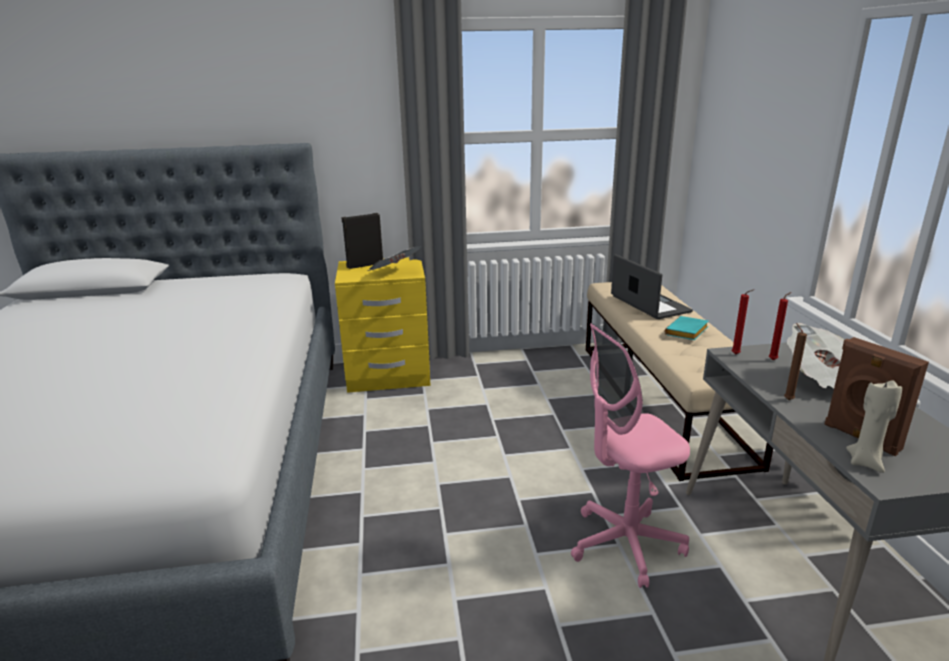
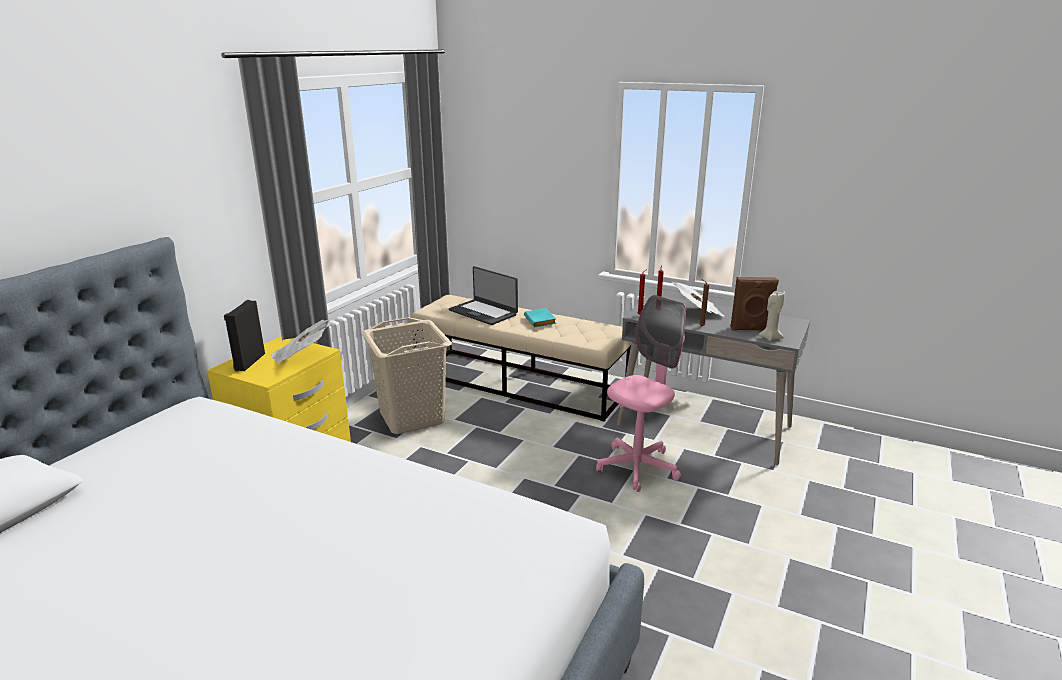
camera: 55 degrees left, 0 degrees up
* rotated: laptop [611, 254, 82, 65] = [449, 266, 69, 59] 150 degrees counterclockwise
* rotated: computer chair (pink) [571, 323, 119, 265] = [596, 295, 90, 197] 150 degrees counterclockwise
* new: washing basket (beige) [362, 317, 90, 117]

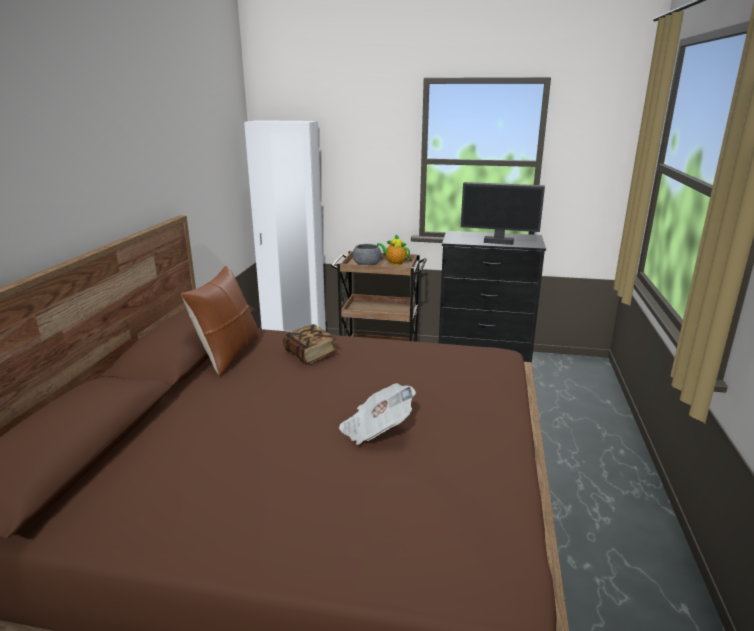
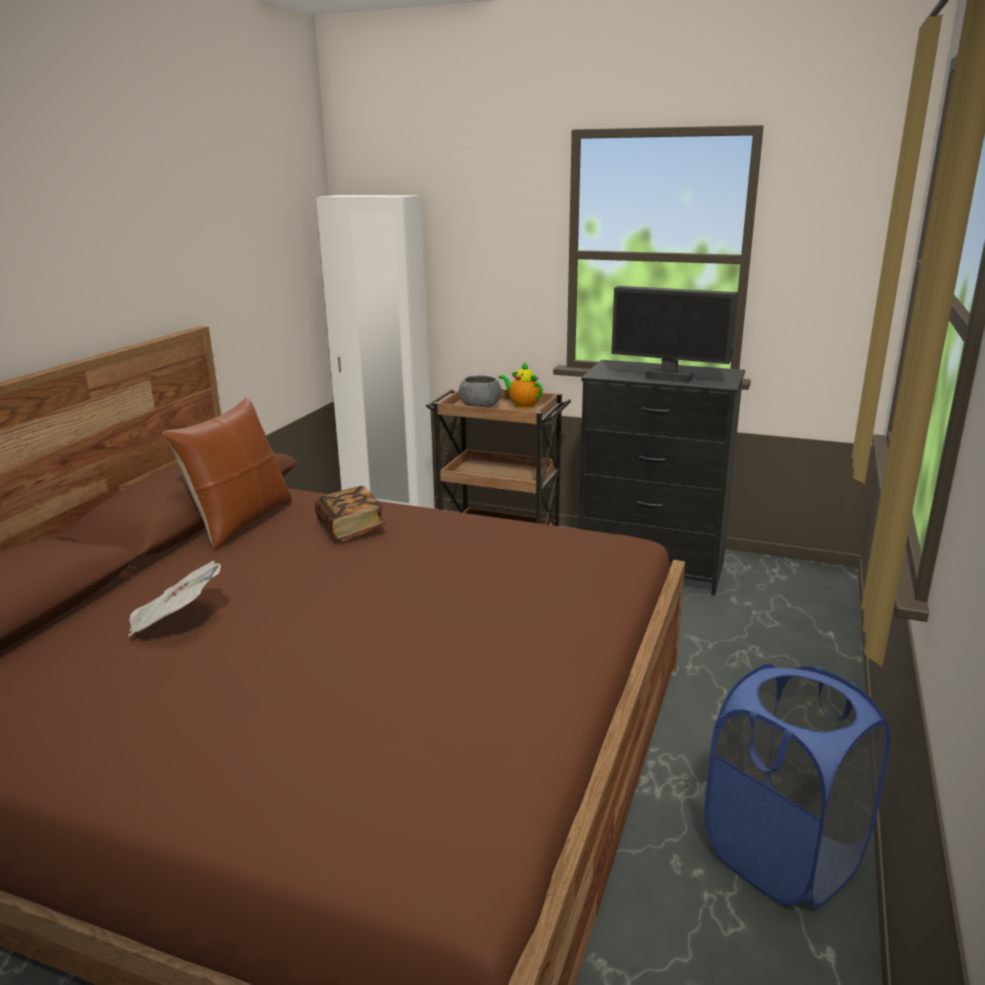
camera: 10 degrees right, 0 degrees up
* shifted: printed paper [339, 383, 77, 62] to [128, 560, 93, 77]
* new: washing basket (blue) [705, 663, 185, 246]

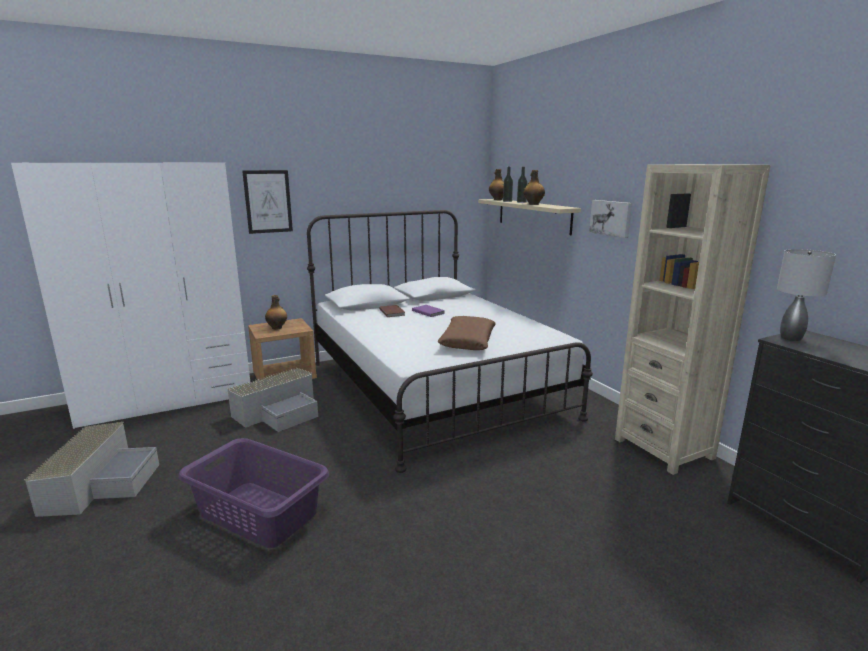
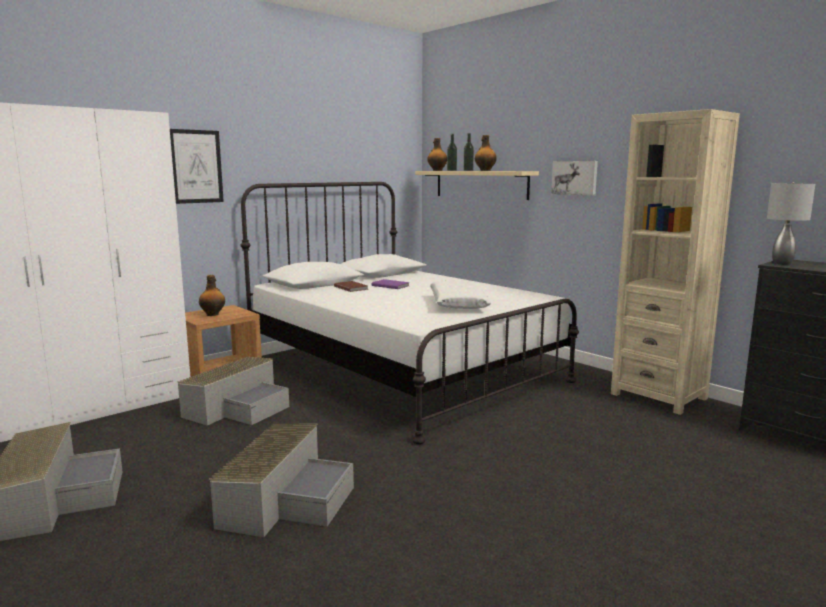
camera: 15 degrees left, 5 degrees down
* repainted: throw pillow (brown-coloured) [437, 316, 59, 34] to throw pillow (white-coloured) [430, 281, 61, 28]
* swapped: washing basket (purple-coloured) [178, 438, 151, 110] to storage bin (grey) [209, 424, 145, 113]

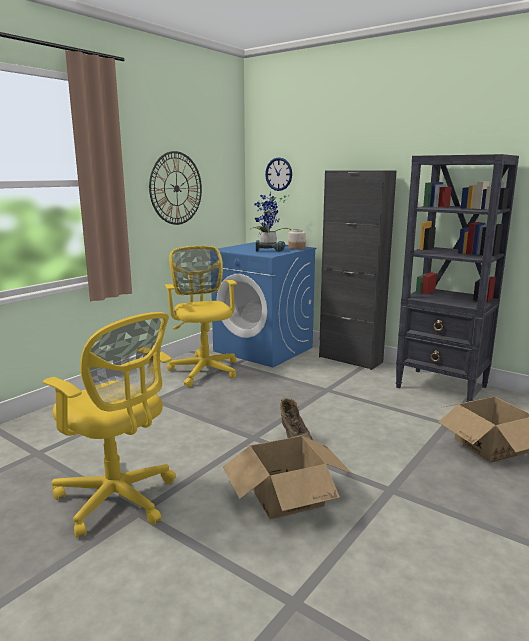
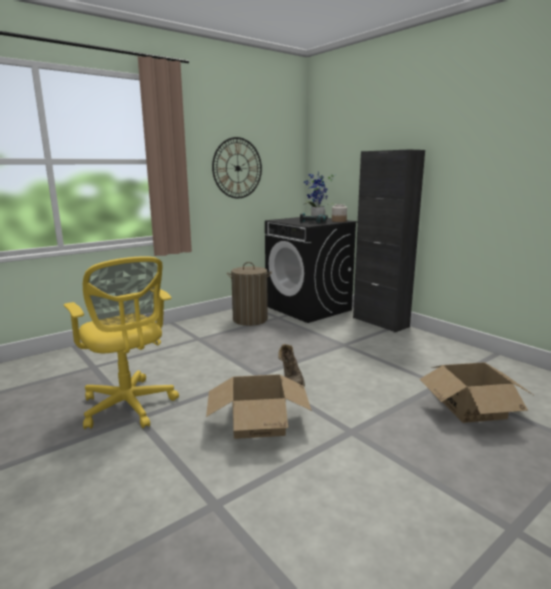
camera: 15 degrees right, 0 degrees up
* gone: shelving unit (blackish) [396, 154, 123, 248]
* gone: wall clock [265, 157, 27, 34]
* repainted: laundry appliance (blue) [211, 242, 106, 126] to laundry appliance (blackish) [265, 217, 93, 106]
* swapped: computer chair (yellowish) [164, 246, 74, 141] to washing basket [227, 262, 45, 64]

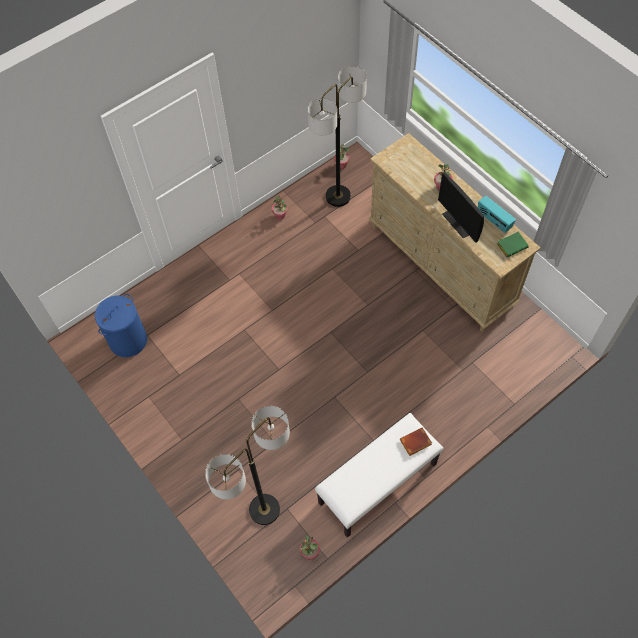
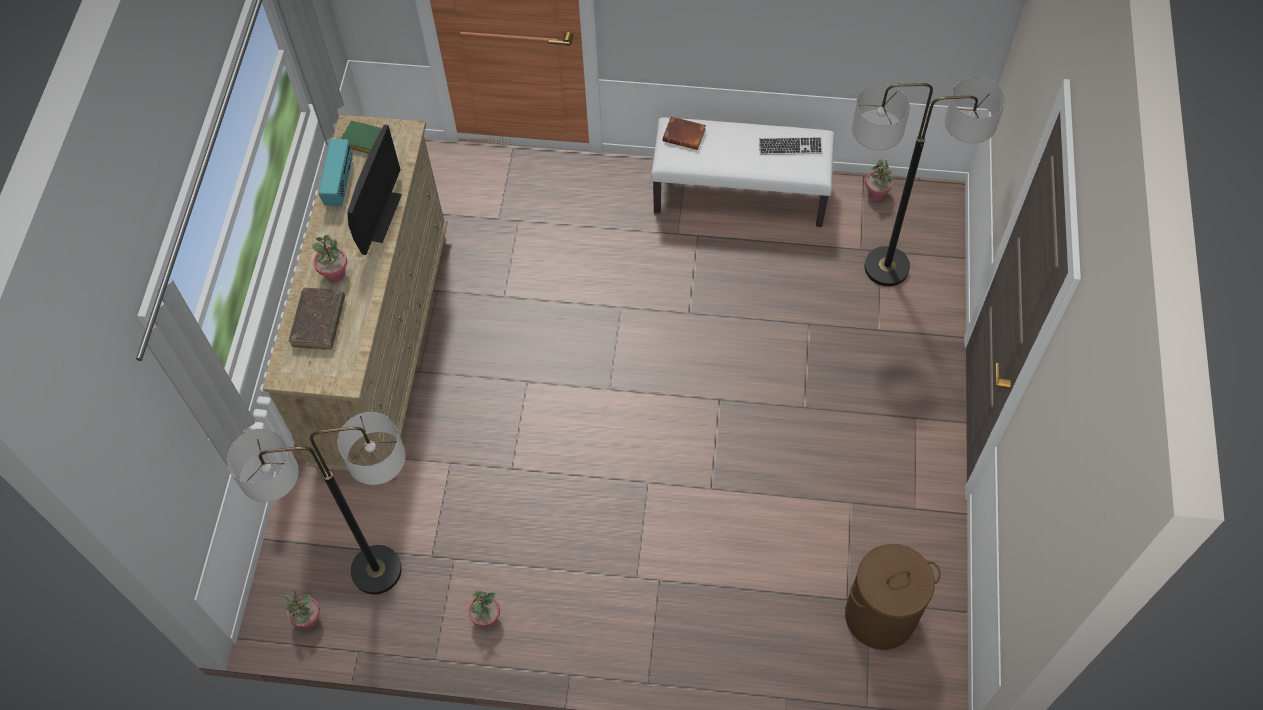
camera: 135 degrees left, 0 degrees up
* repainted: washing basket (blue) [95, 294, 52, 63] to washing basket (brown-coloured) [845, 544, 96, 106]
* new: computer keyboard [759, 137, 64, 18]
* new: volume (brown-coloured) [289, 288, 56, 62]

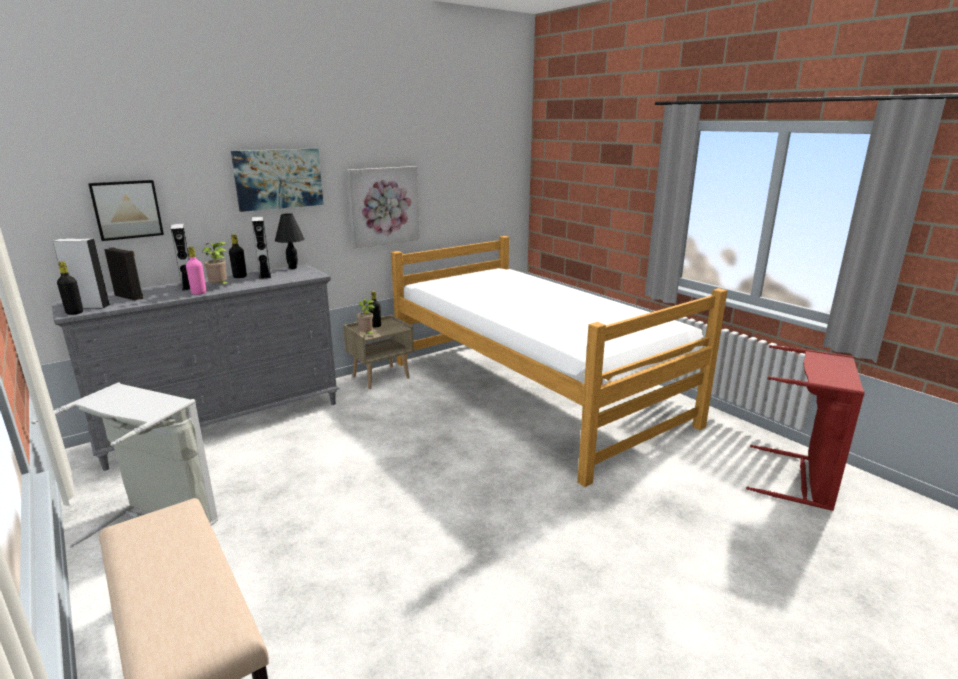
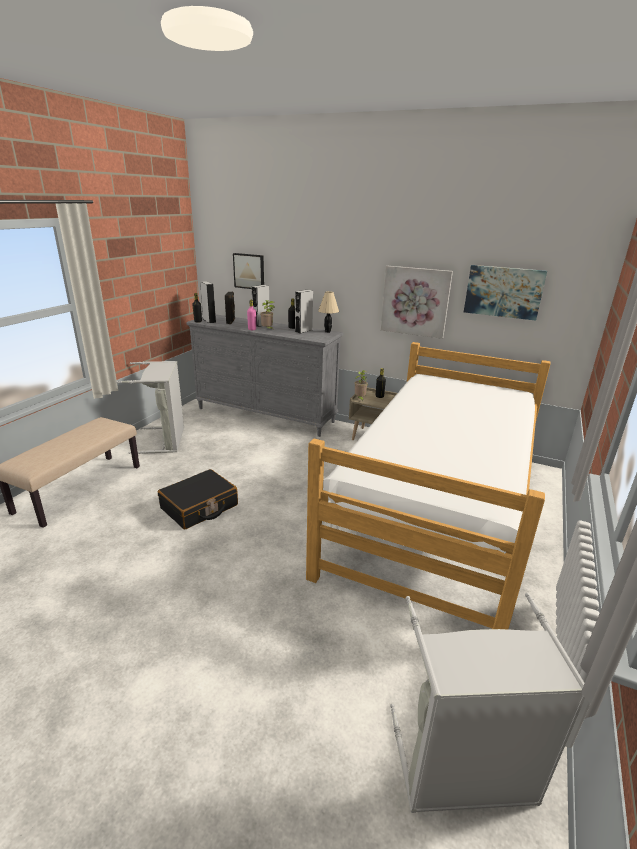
camera: 60 degrees right, 5 degrees up
* shifted: picture [231, 148, 93, 64] to [464, 265, 83, 56]
* repainted: tabletop lamp (blackish) [275, 213, 30, 56] to tabletop lamp (beige) [318, 291, 21, 42]
* repainted: washing basket (reddish) [746, 345, 119, 166] to washing basket (grey) [390, 593, 195, 220]
* new: suitcase (blackish) [158, 469, 80, 60]

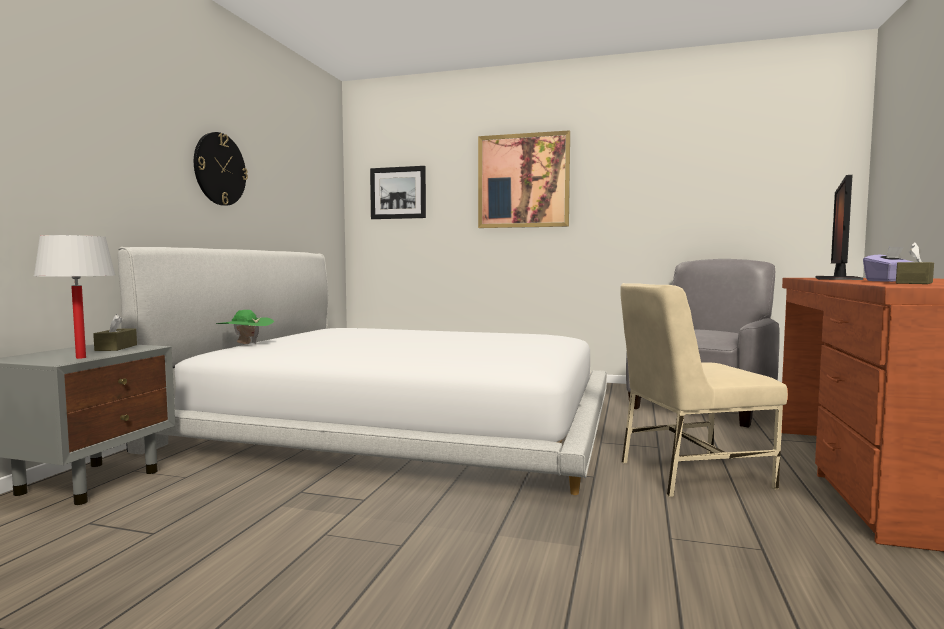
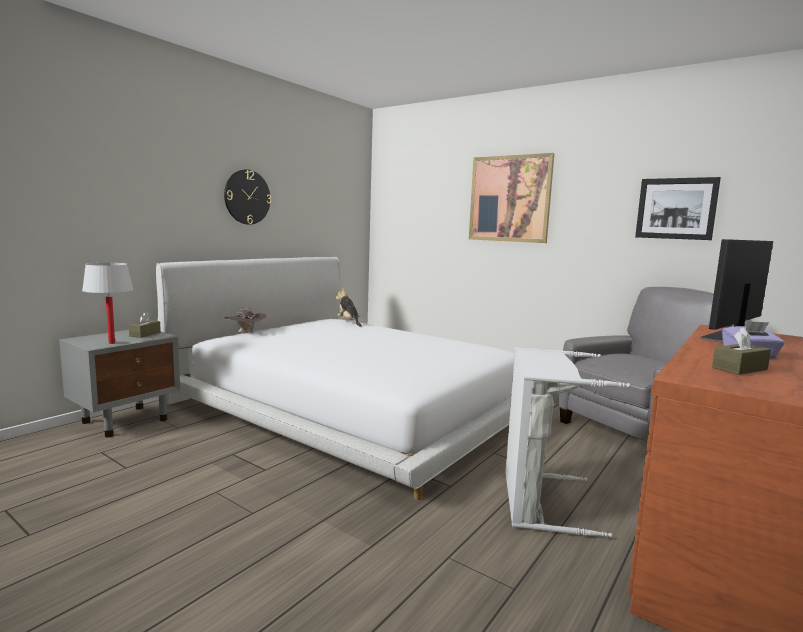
camera: 20 degrees right, 5 degrees up
* shifted: picture [370, 166, 56, 53] to [635, 177, 86, 63]
* swapped: upright chair (beige) [620, 283, 168, 214] to washing basket (grey) [505, 348, 126, 189]
* repainted: clothing hat (green) [216, 310, 58, 34] to clothing hat (brown-coloured) [224, 308, 42, 26]
* new: cuddly toy [336, 289, 26, 38]

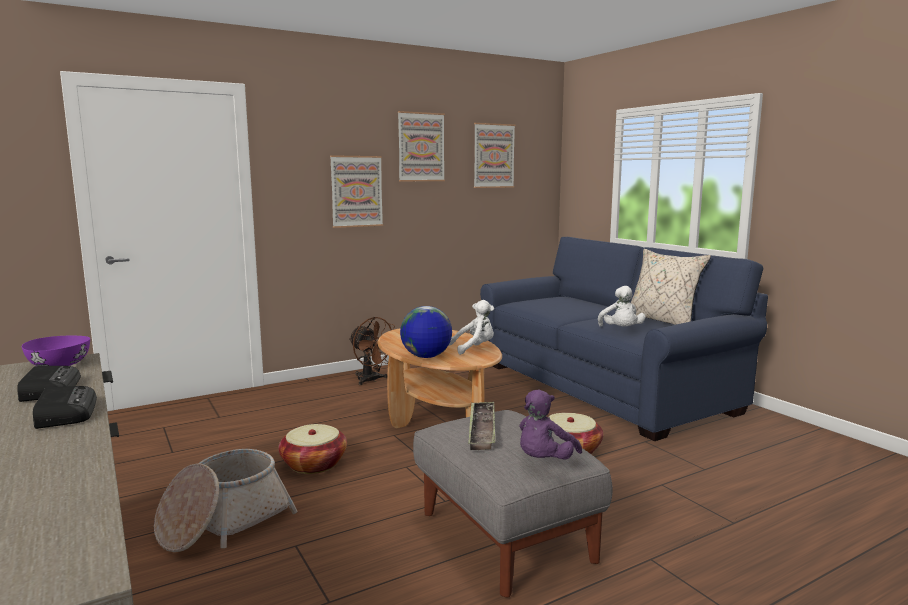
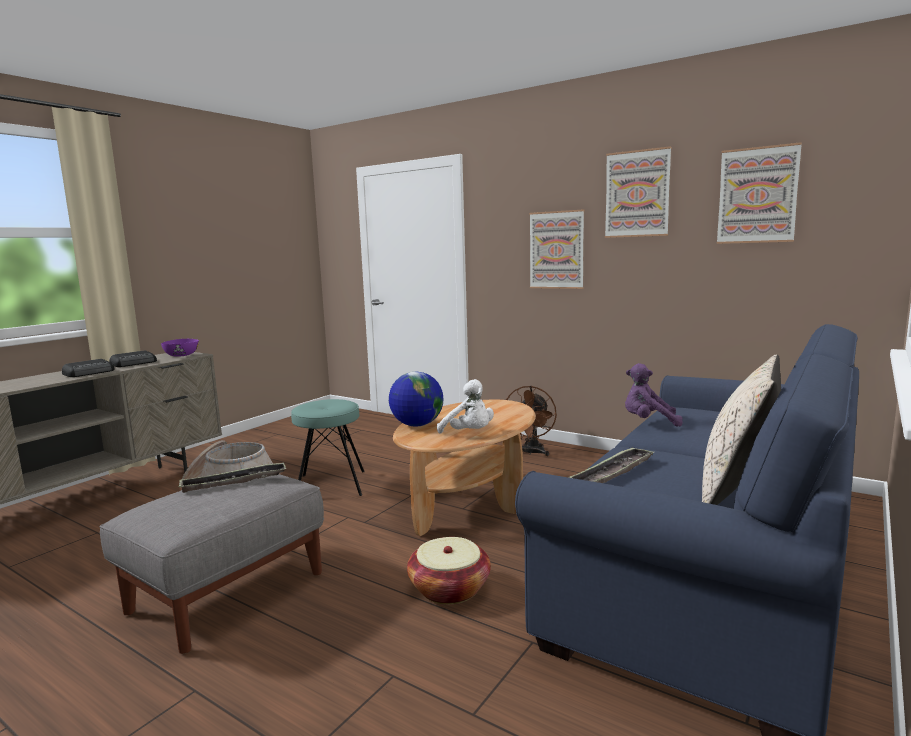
camera: 65 degrees right, 0 degrees up
* swapped: cuddly toy (white-coloured) [598, 286, 47, 41] to serving tray [568, 447, 86, 36]
* shifted: cuddly toy (purple-coloured) [519, 390, 63, 70] to [625, 363, 58, 64]
* swapped: storage basket [279, 424, 68, 50] to stool (turquoise) [291, 399, 74, 97]

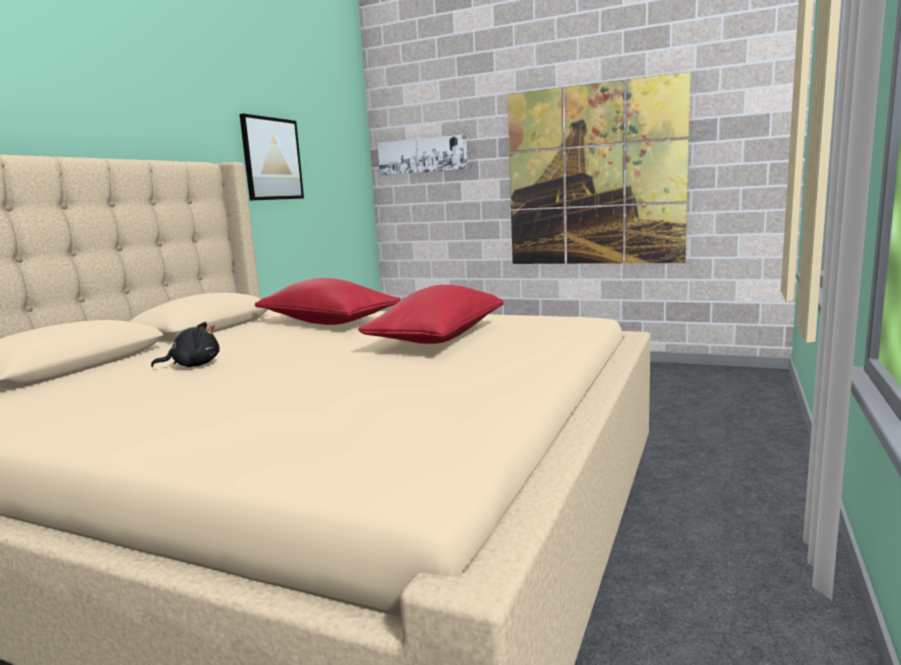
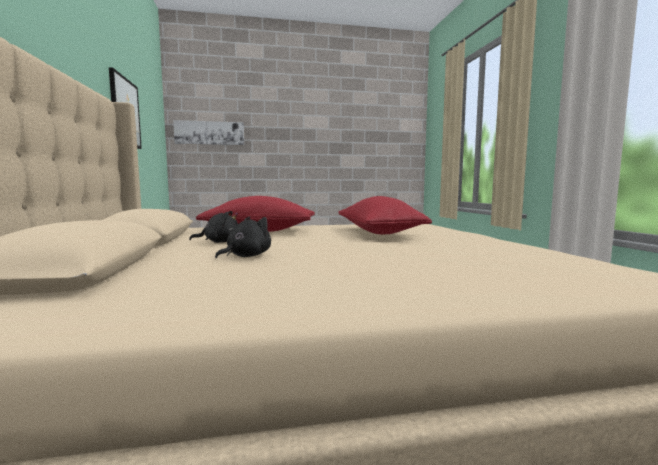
camera: 35 degrees left, 5 degrees down
* gone: picture [507, 72, 184, 192]
* new: cuddly toy (blackish) [189, 211, 49, 32]

